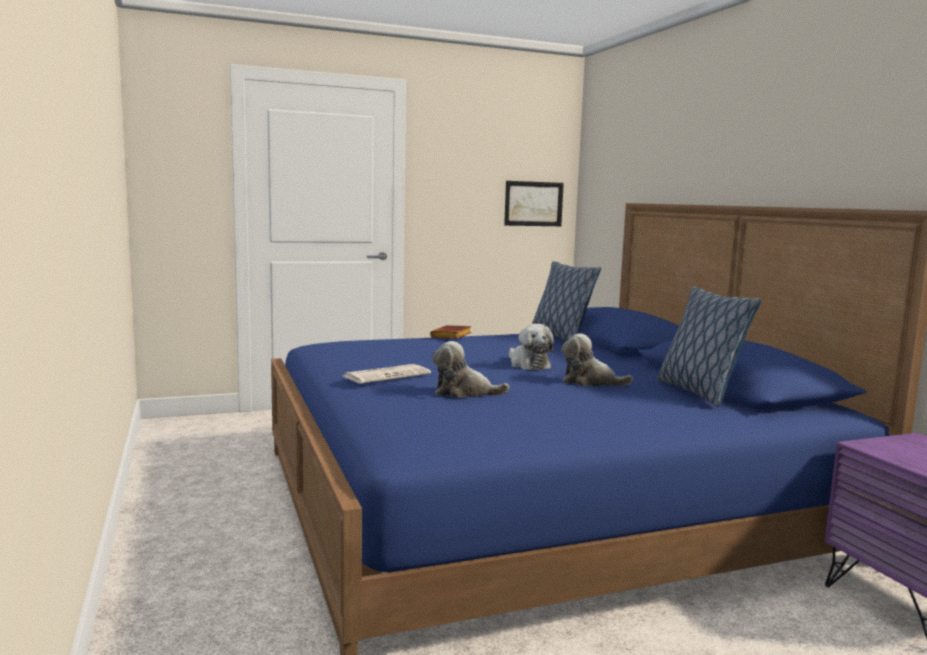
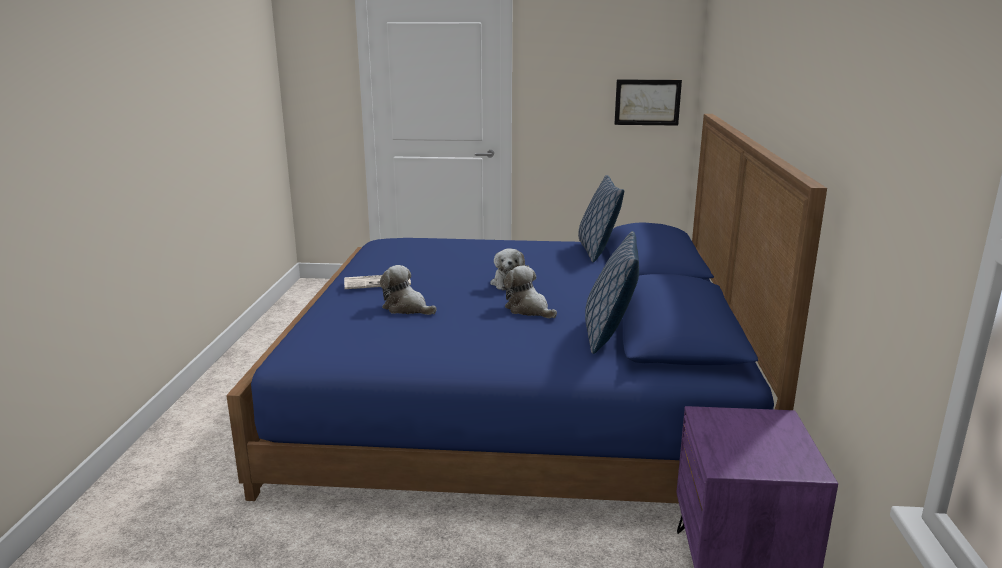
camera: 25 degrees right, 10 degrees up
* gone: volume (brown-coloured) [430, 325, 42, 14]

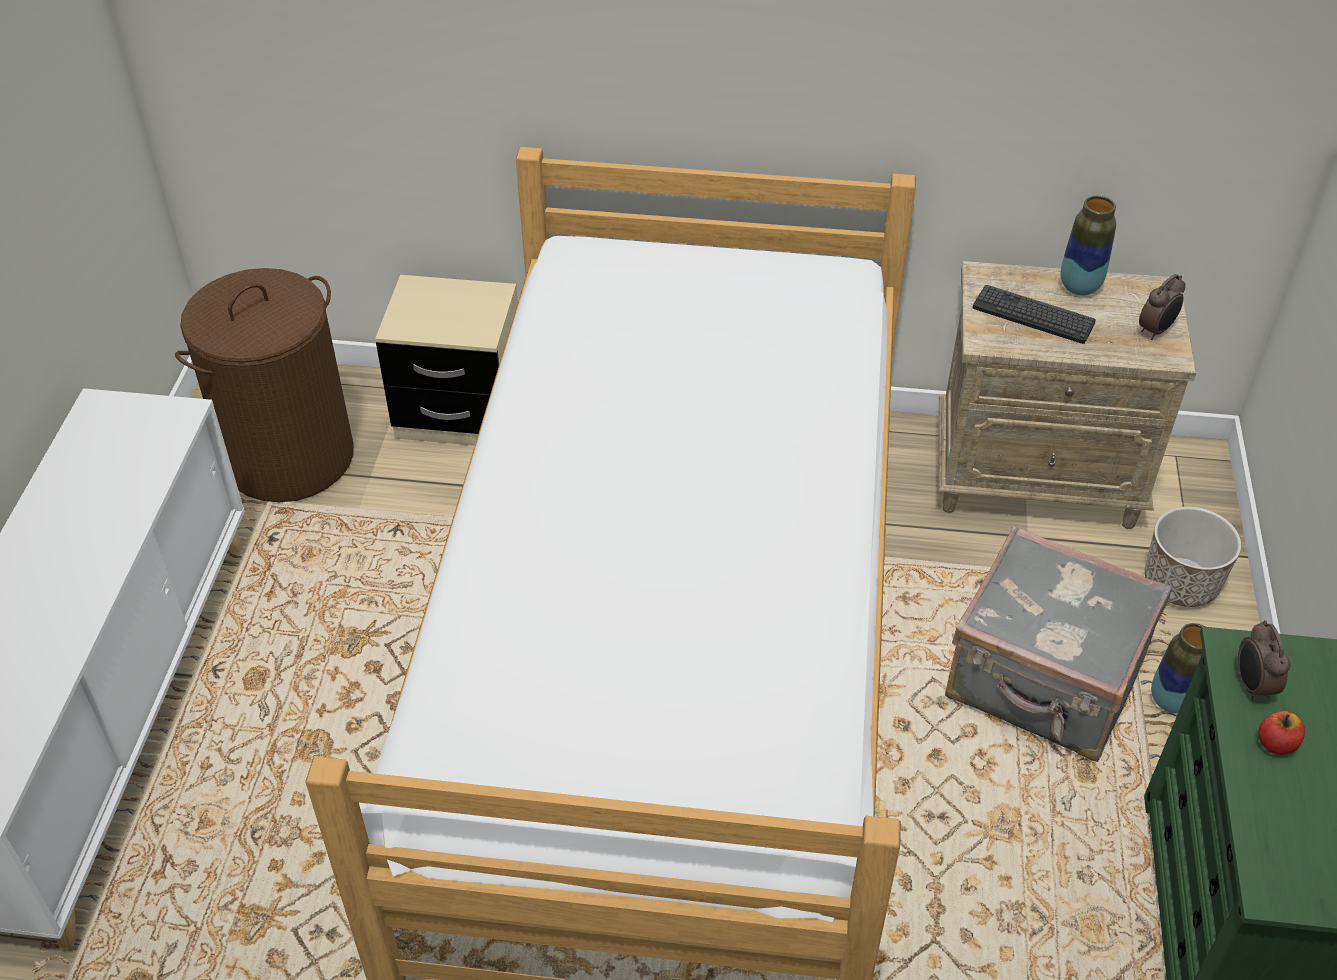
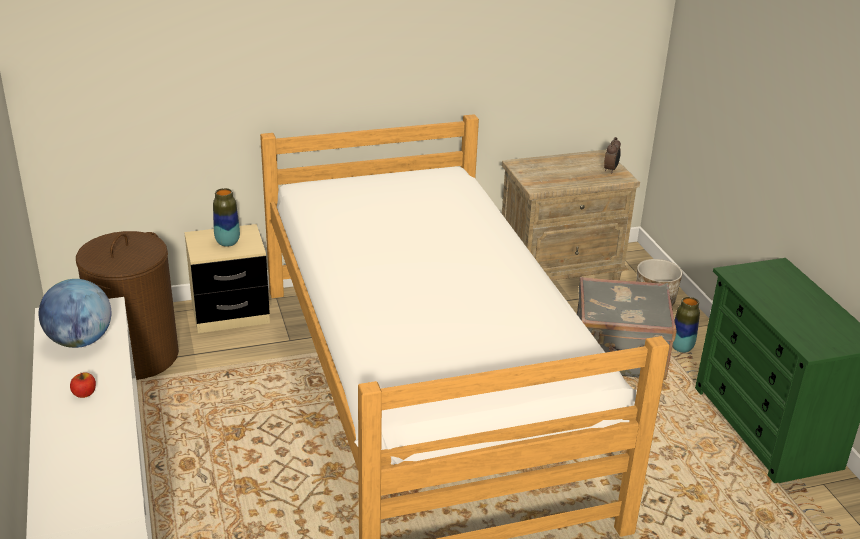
camera: 25 degrees left, 15 degrees down
* shifted: vase [1060, 196, 56, 99] to [213, 188, 27, 59]
* gone: computer keyboard [973, 285, 123, 59]
* gone: table clock [1238, 620, 53, 81]
* shifted: apple fruit [1258, 711, 47, 44] to [70, 372, 26, 26]
* new: globe [39, 279, 72, 69]

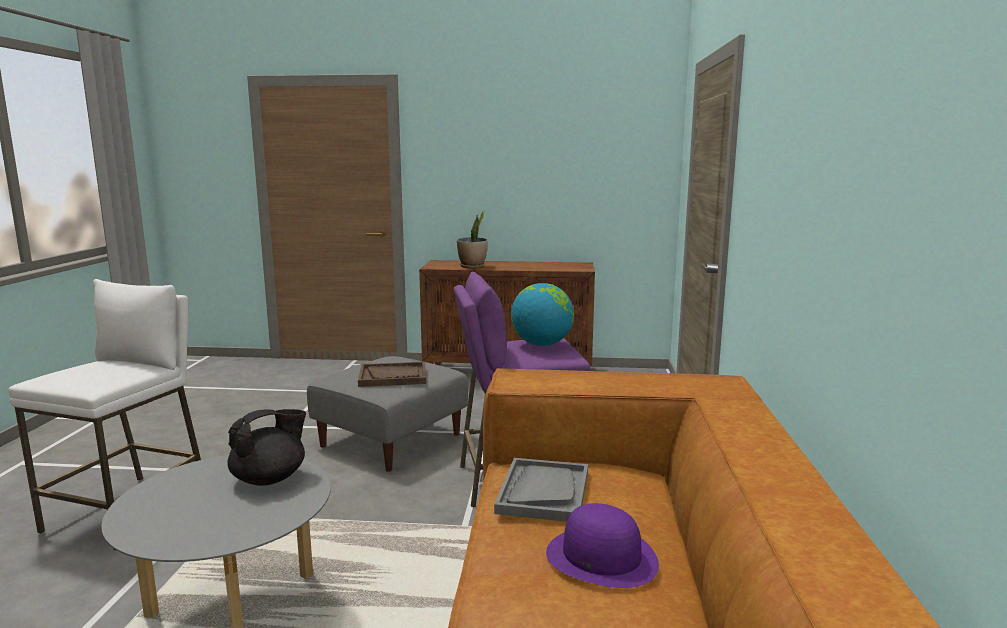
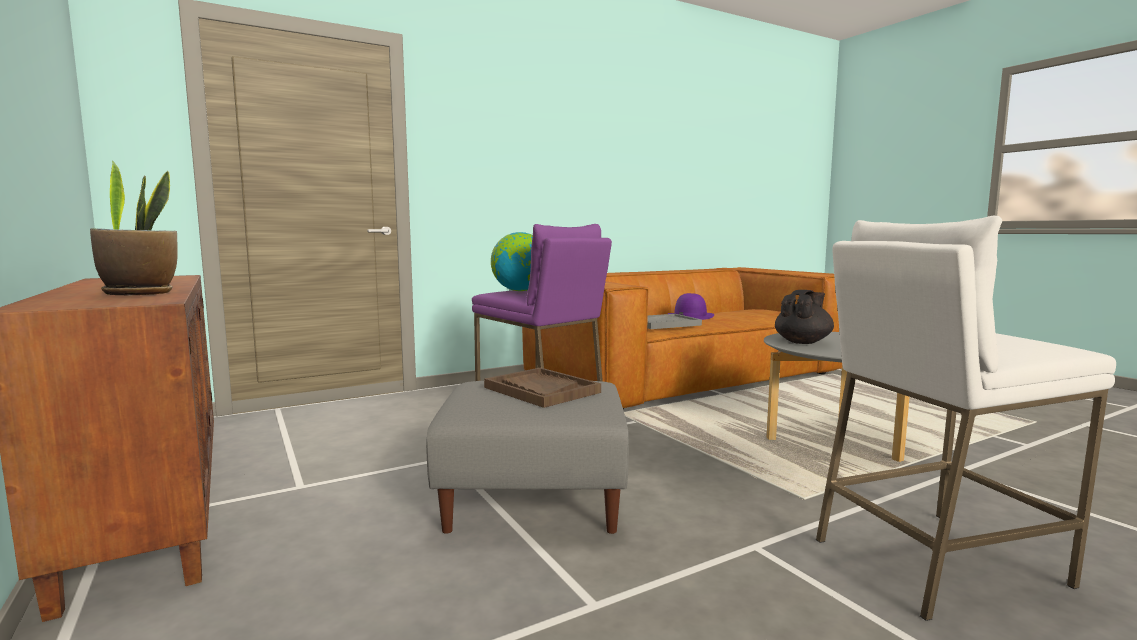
camera: 125 degrees left, 5 degrees down
* rotated: tea pot (blackish) [227, 409, 79, 77] = [775, 290, 59, 54] 120 degrees clockwise

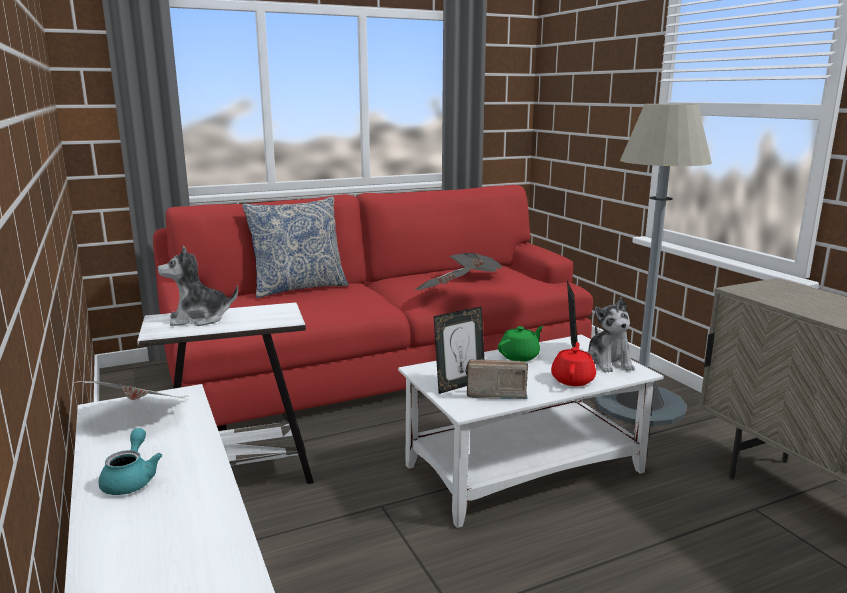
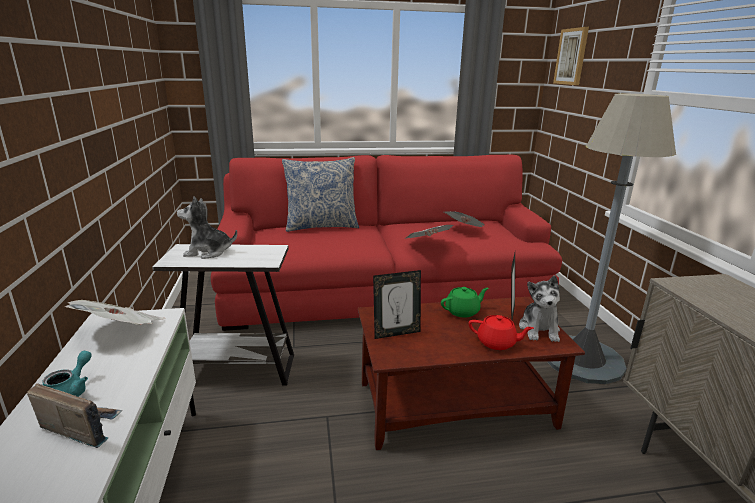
camera: 15 degrees right, 5 degrees up
* repainted: lounge table (white-coloured) [398, 335, 266, 193] to lounge table (brown-coloured) [358, 297, 227, 153]
* rotated: tea pot (reddish) [551, 342, 45, 44] = [469, 315, 65, 35] 75 degrees clockwise
* shifted: radio set [465, 359, 63, 40] to [27, 383, 95, 65]
* new: picture [553, 27, 36, 58]

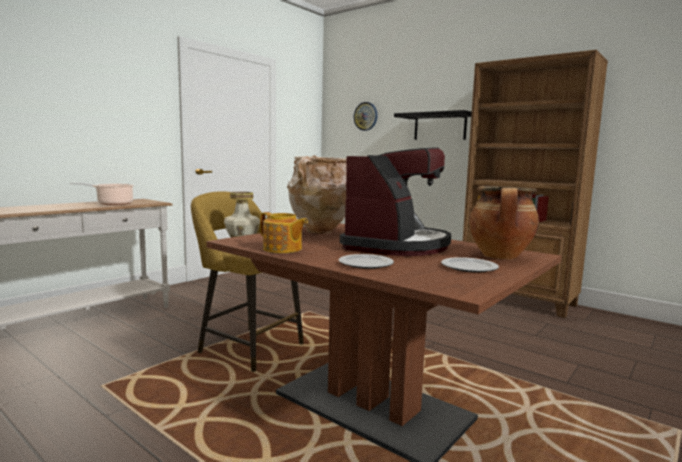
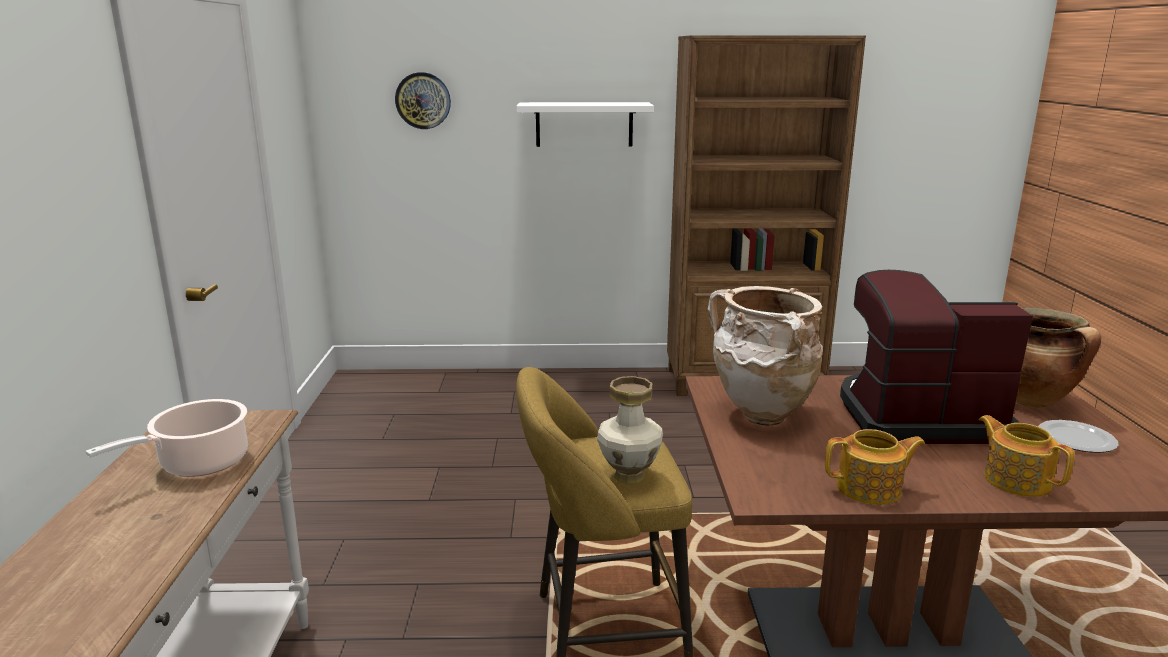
camera: 40 degrees left, 10 degrees up
* repainted: shelf (blackish) [394, 110, 78, 30] to shelf (white-coloured) [516, 102, 138, 45]
* rotated: coffee brewer [340, 147, 111, 109] = [840, 270, 193, 174] 75 degrees counterclockwise
* swapped: dinner plate [339, 254, 55, 15] to tea pot [979, 415, 96, 82]

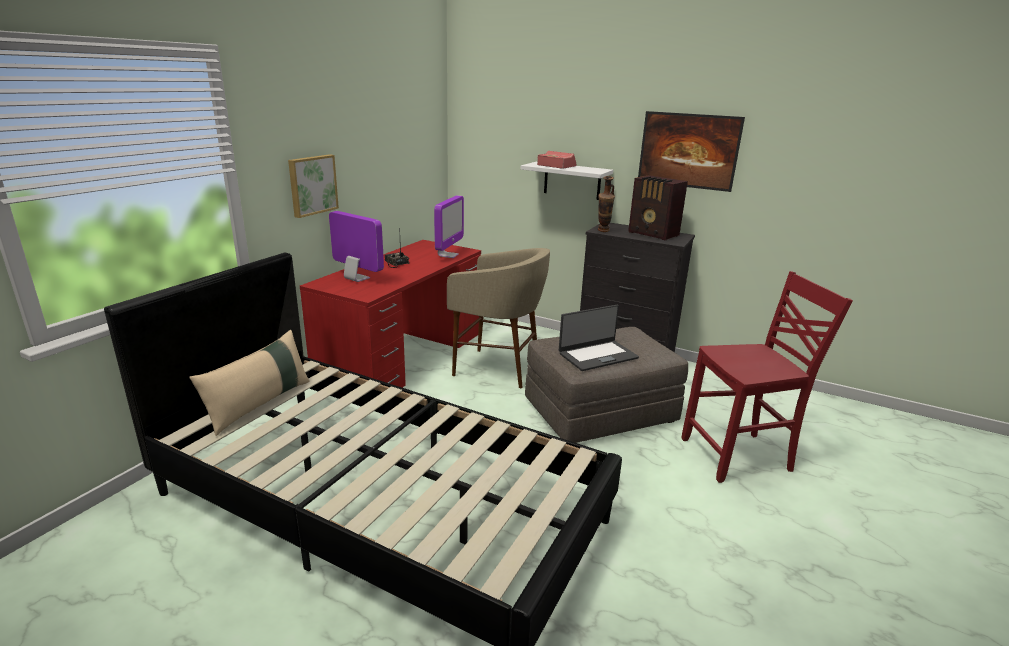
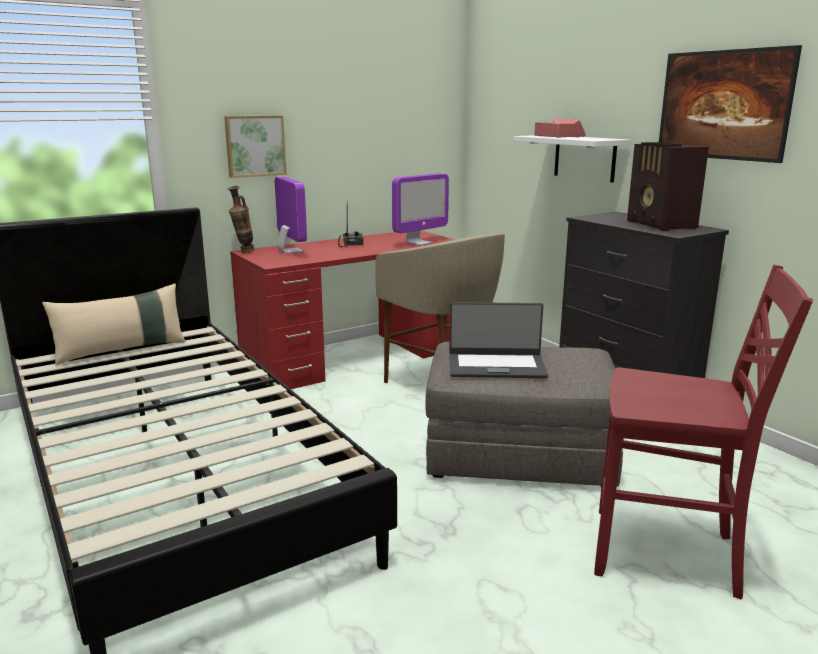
camera: 30 degrees right, 5 degrees down
* shifted: vase [598, 176, 17, 56] to [227, 186, 28, 67]

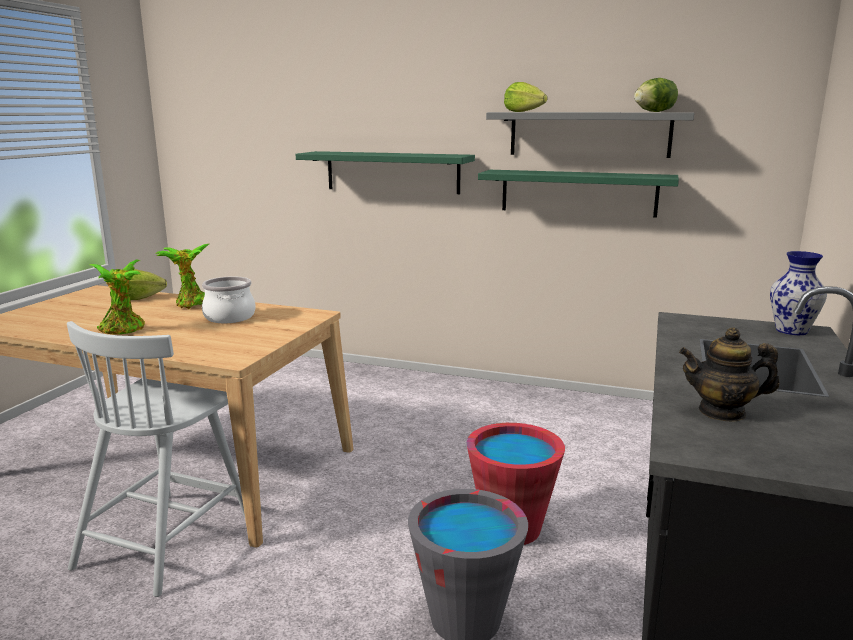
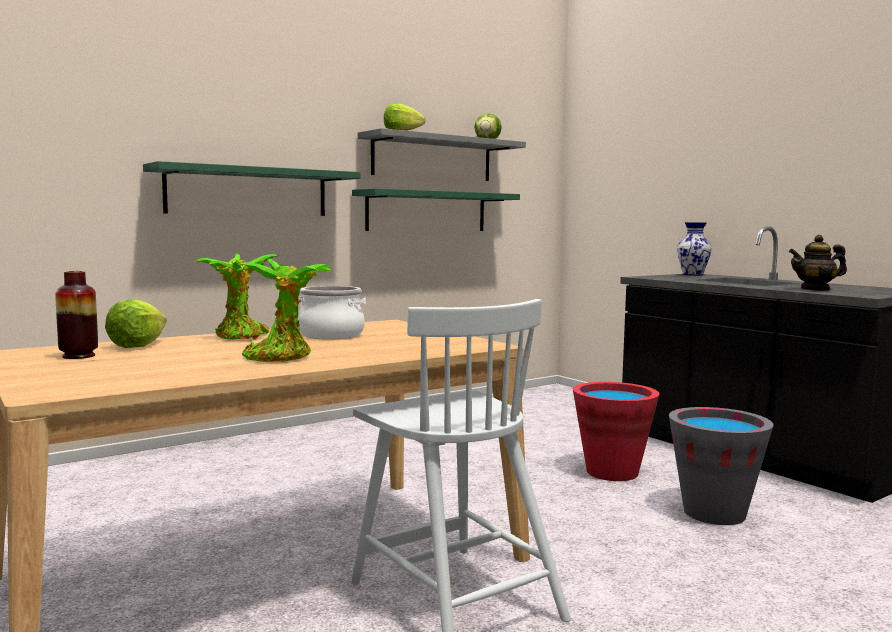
camera: 55 degrees left, 10 degrees down
* rotated: tea pot [679, 328, 101, 93] = [789, 235, 58, 56] 45 degrees clockwise
* new: vase [55, 271, 43, 88]

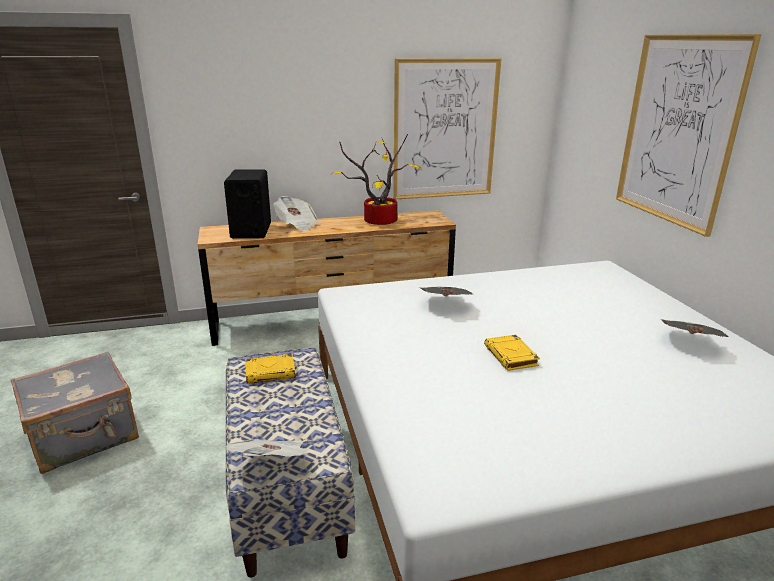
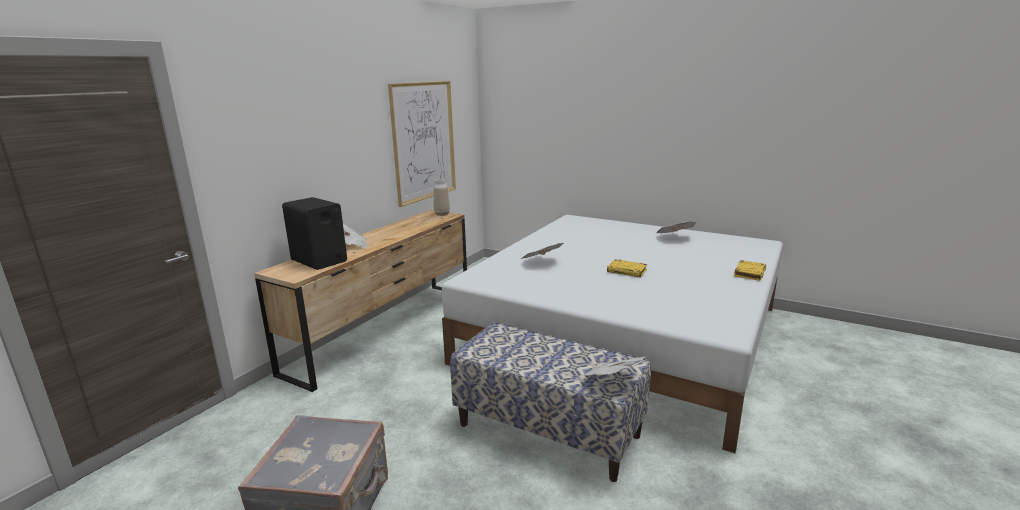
camera: 45 degrees left, 5 degrees down
* gone: picture [616, 34, 145, 203]
* gone: plant in a pot [332, 134, 90, 91]
* shifted: volume (yellowish) [246, 354, 50, 29] to [734, 260, 32, 21]
* new: vase [434, 179, 16, 37]

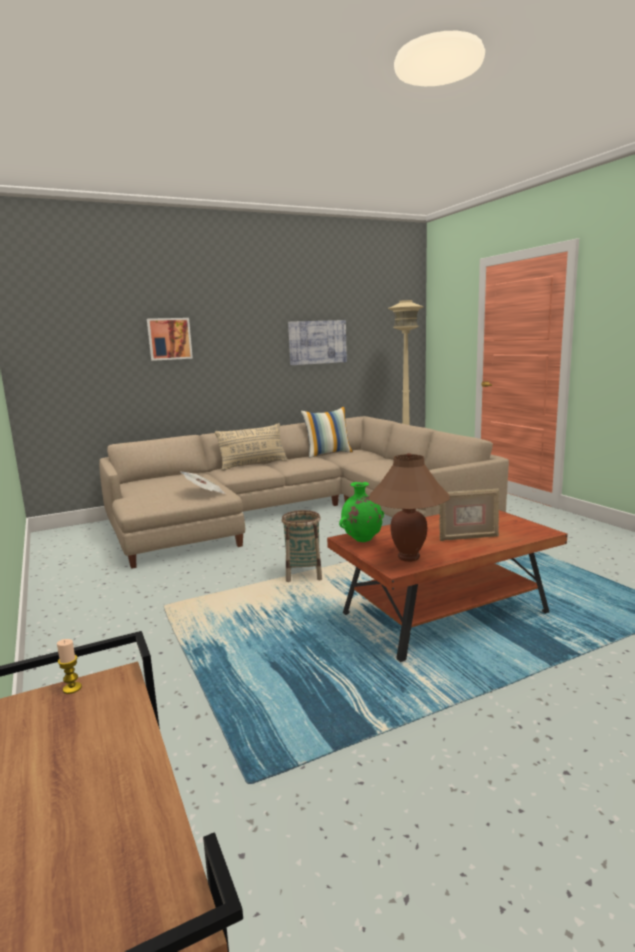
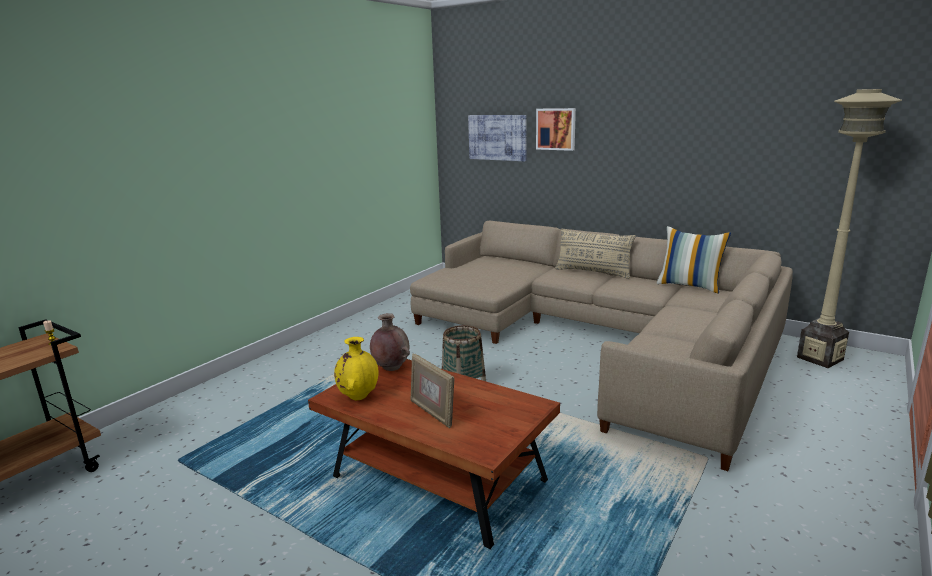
camera: 60 degrees right, 5 degrees up
* shifted: picture [288, 320, 59, 45] to [468, 115, 59, 46]
* swapped: tabletop lamp (brown-coloured) [369, 453, 81, 109] to vase (yellowish) [334, 337, 45, 63]
* gone: printed paper [180, 471, 46, 23]
* repainted: vase (green) [339, 482, 45, 60] to vase (brown-coloured) [370, 313, 40, 58]

